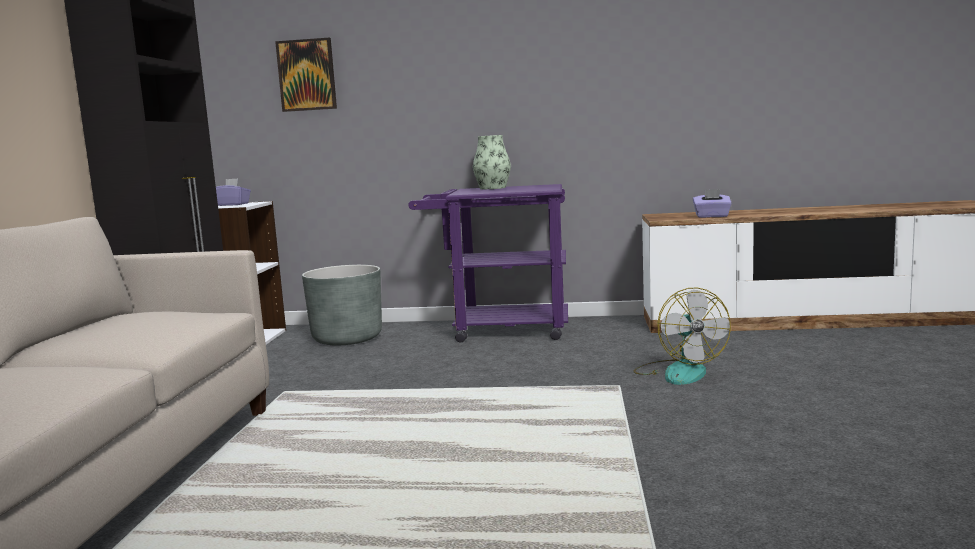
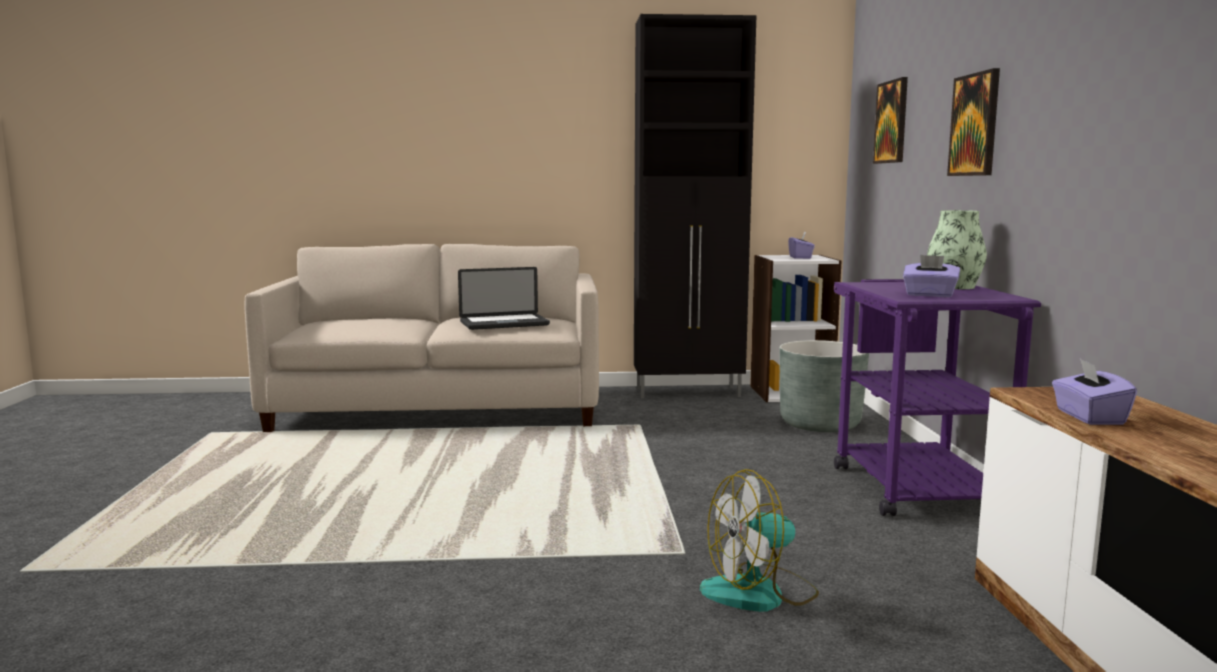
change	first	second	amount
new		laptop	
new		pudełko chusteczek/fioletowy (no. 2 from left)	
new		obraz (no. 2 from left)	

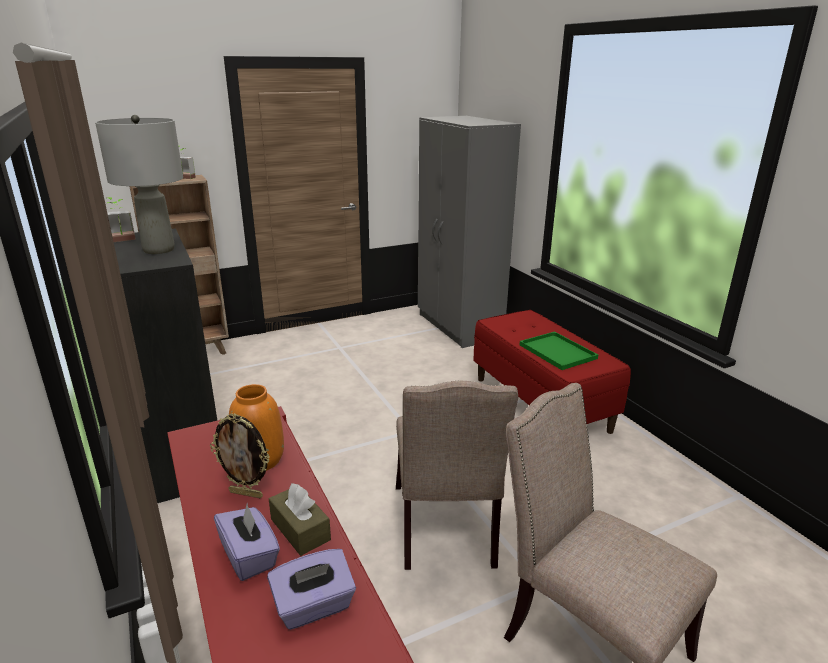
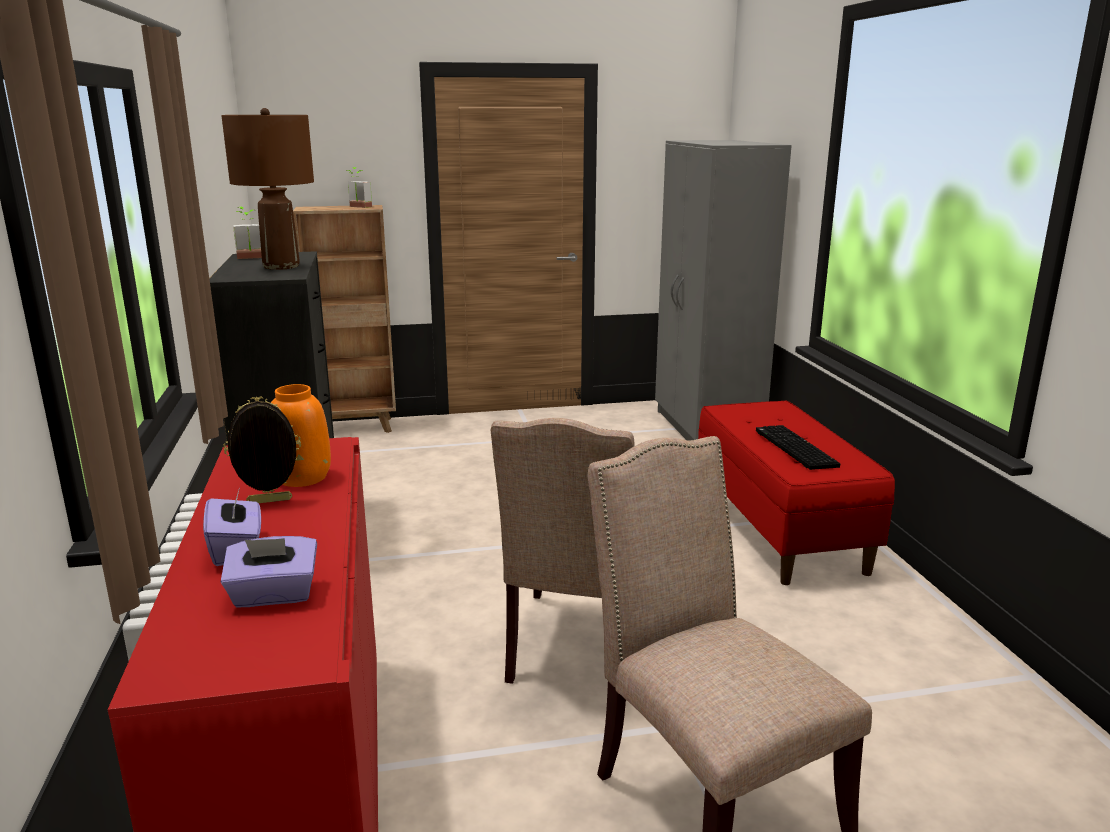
change	first	second	amount
repainted	lampa stołowa/szary	lampa stołowa/brązowy	
rotated	ramka na zdjęcie		135 degrees clockwise
swapped	taca/zielony	klawiatura	
gone	pudełko chusteczek/brązowy		

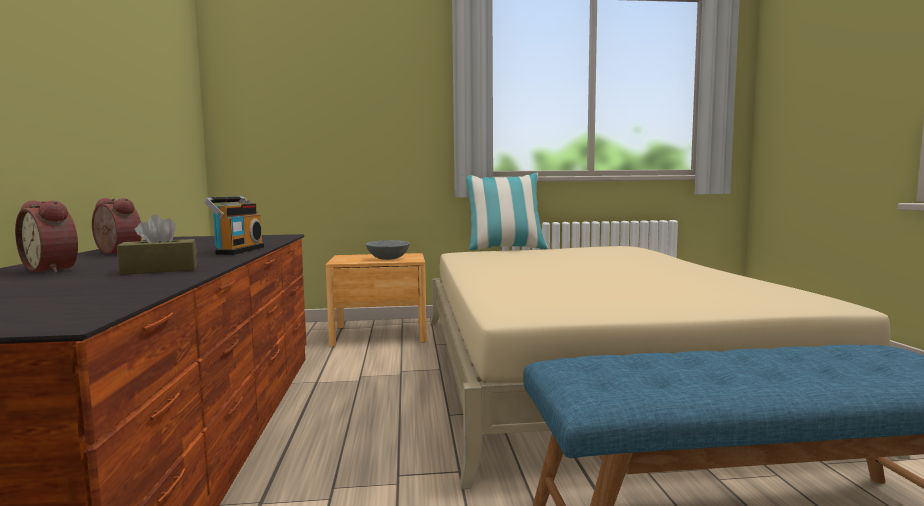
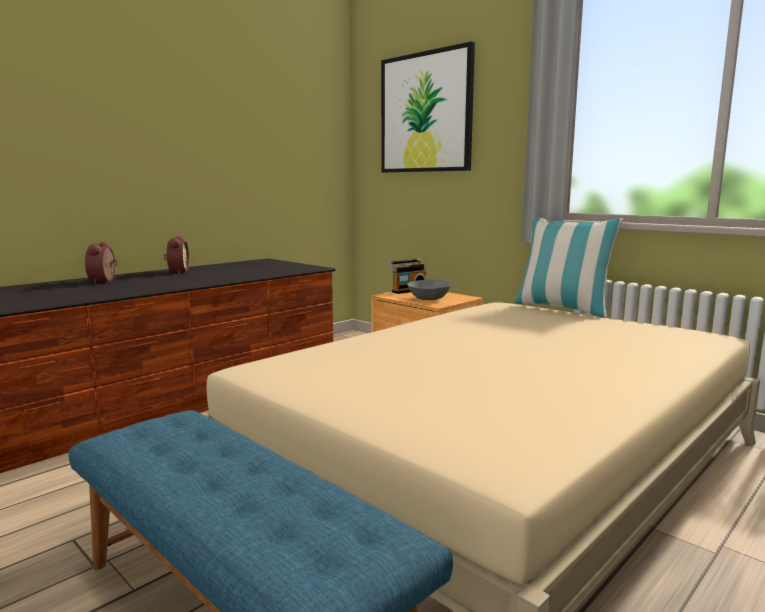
change	first	second	amount
new		obraz	
shifted	radio		
gone	pudełko chusteczek/brązowy		

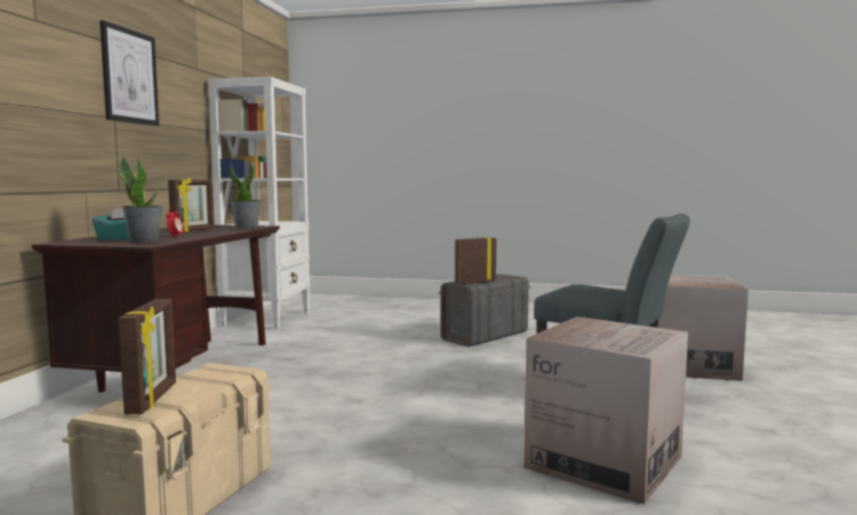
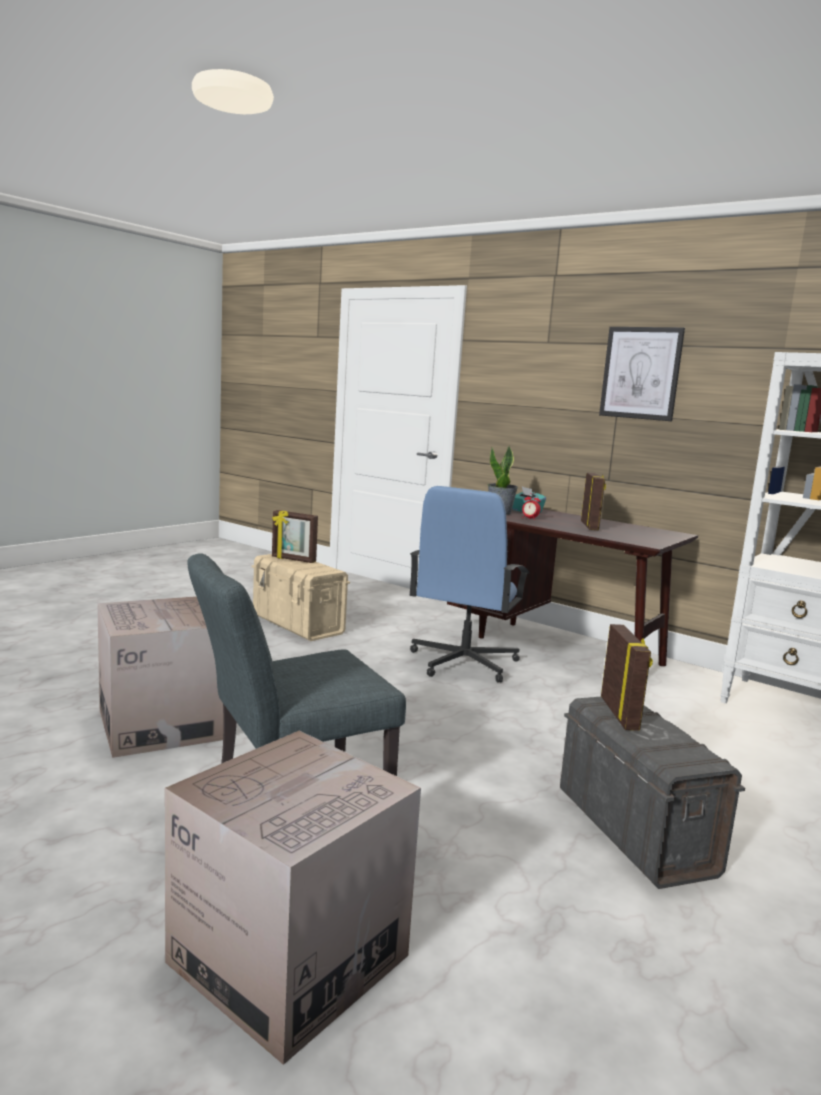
change	first	second	amount
new		krzesło biurowe/niebieski	
rotated	ramka na zdjęcie (no. 2 from left)		135 degrees counterclockwise
gone	roślina doniczkowa (no. 2 from left)		

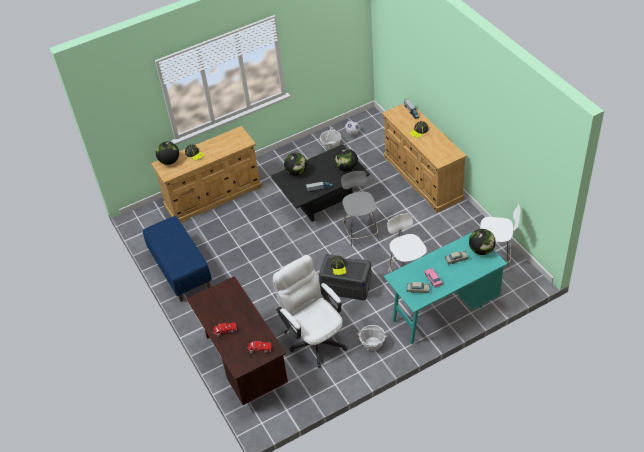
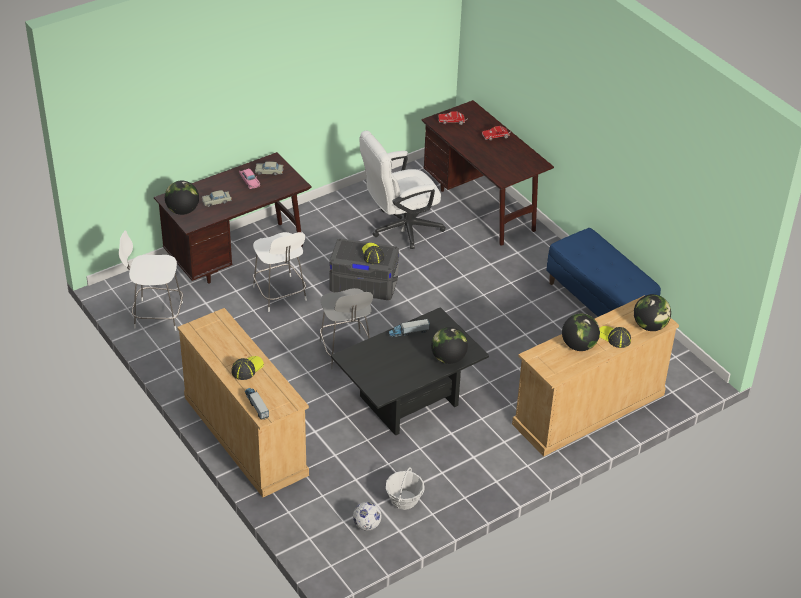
change	first	second	amount
repainted	biurko/turkusowy	biurko/brązowy (no. 1 from left)	
rotated	krzesło biurowe/biały		105 degrees clockwise
shifted	globus (no. 3 from left)		
gone	koszyk (no. 2 from left)		

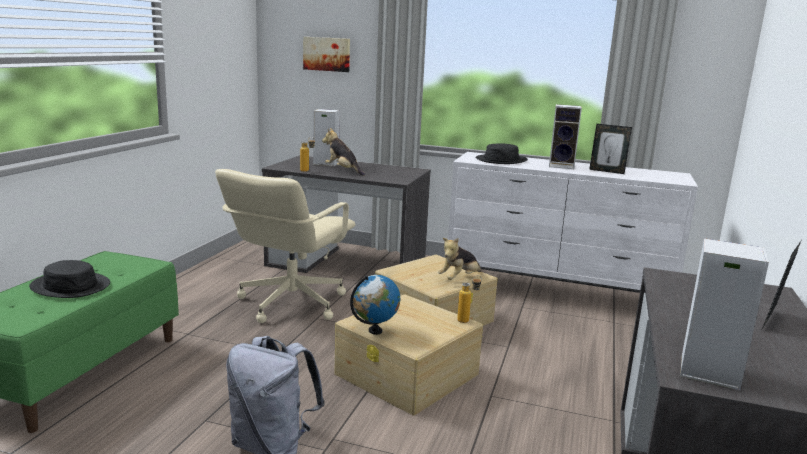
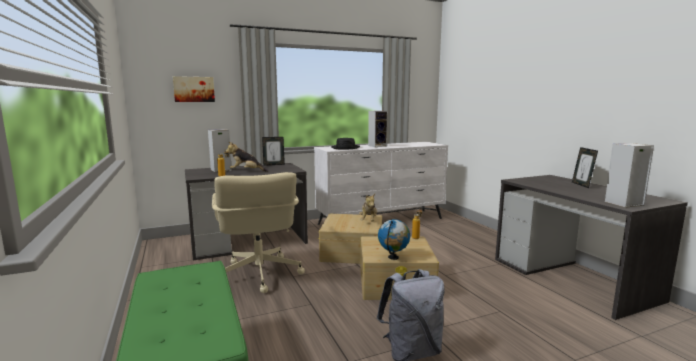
change	first	second	amount
shifted	ramka na zdjęcie (no. 1 from left)		
gone	kapelusz/czarny (no. 1 from left)		

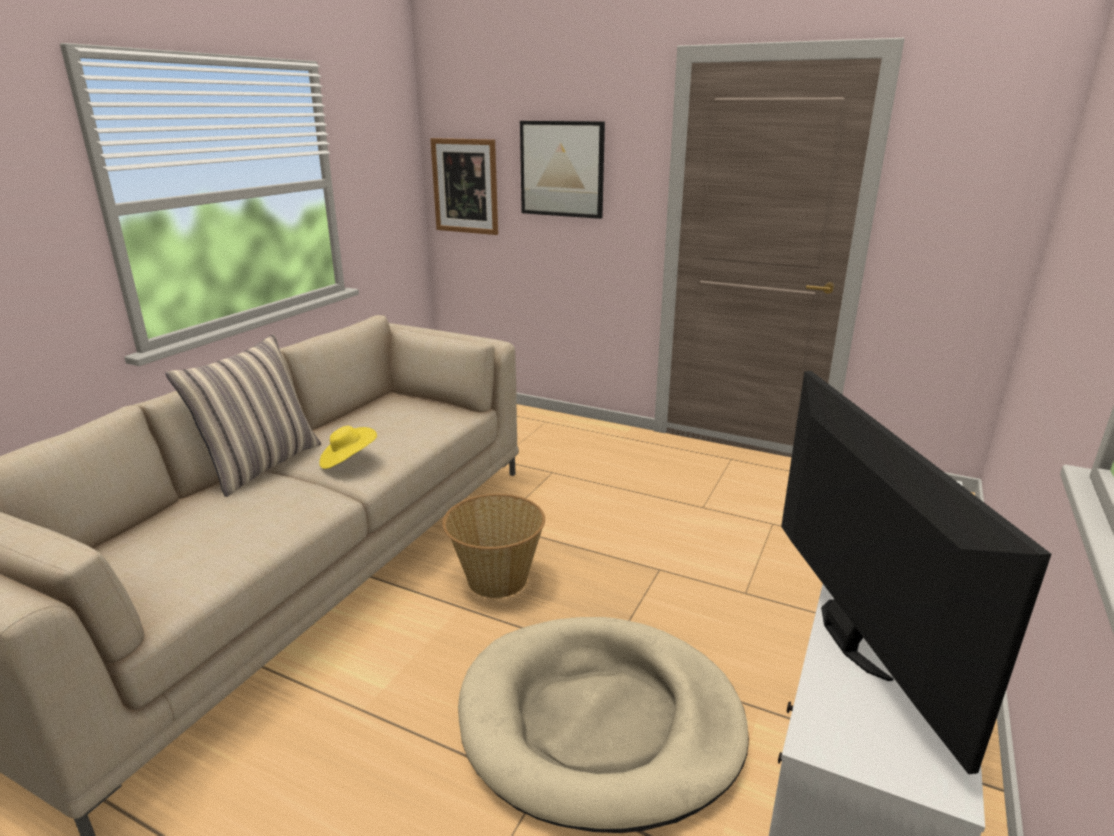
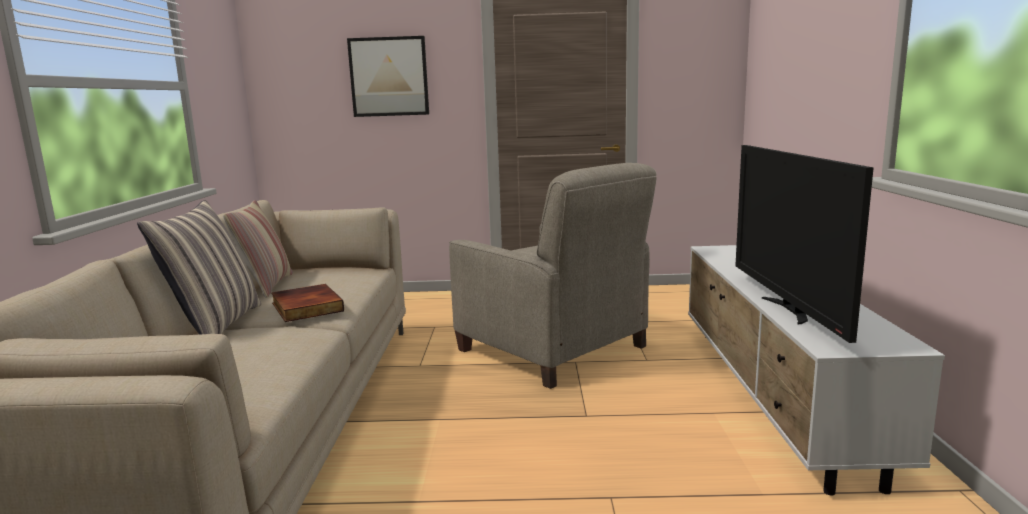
change	first	second	amount
new		poduszka (no. 2 from left)	
swapped	kapelusz/żółty	książka	
new		fotel/beżowy	
rotated	telewizor		150 degrees counterclockwise
gone	obraz (no. 1 from left)		
gone	koszyk		
gone	legowisko/beżowy		

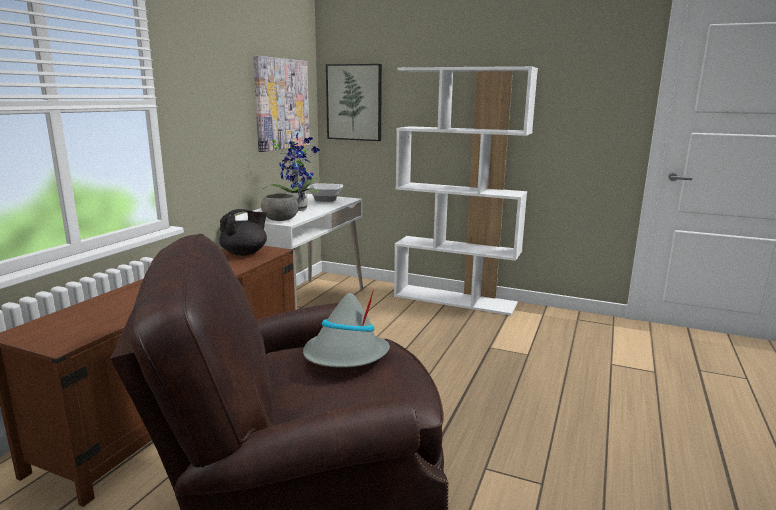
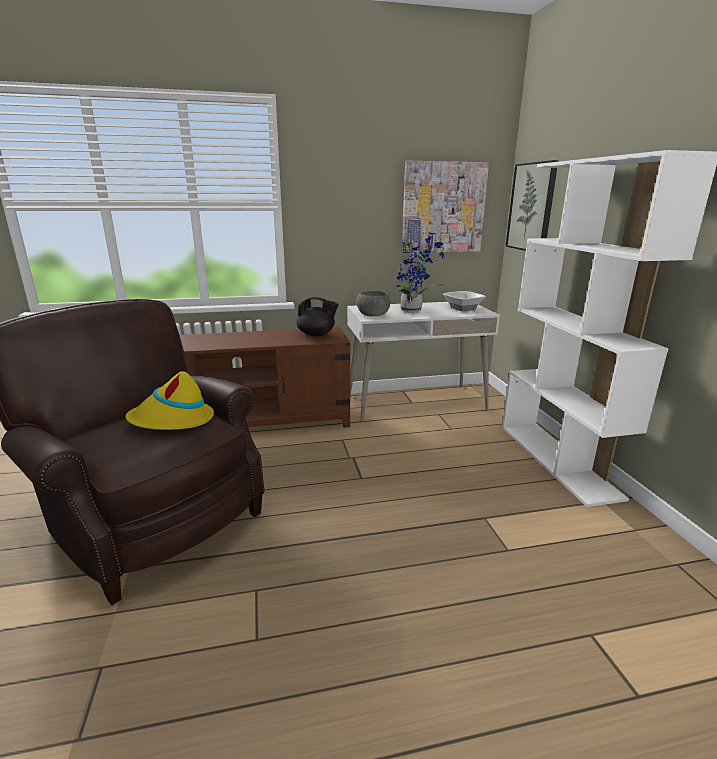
change	first	second	amount
repainted	kapelusz/szary	kapelusz/żółty	

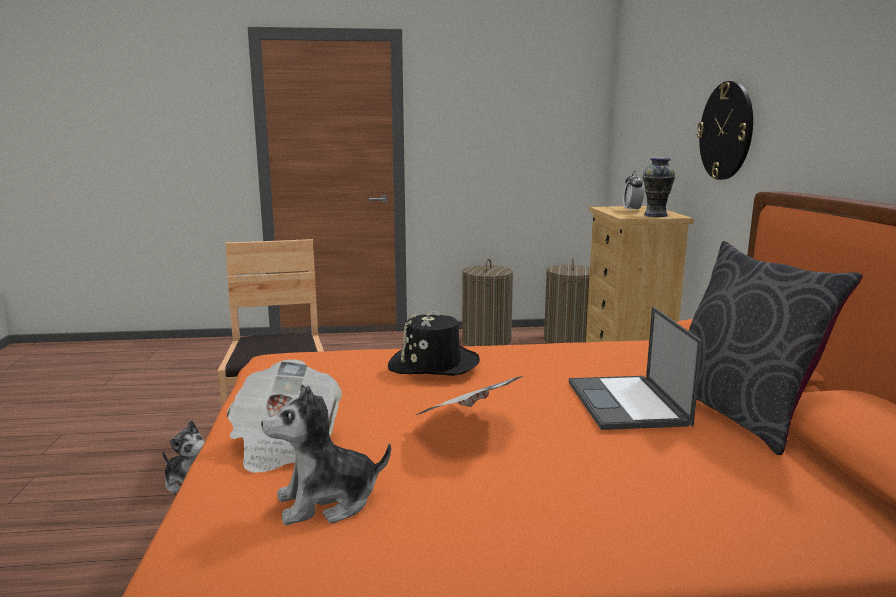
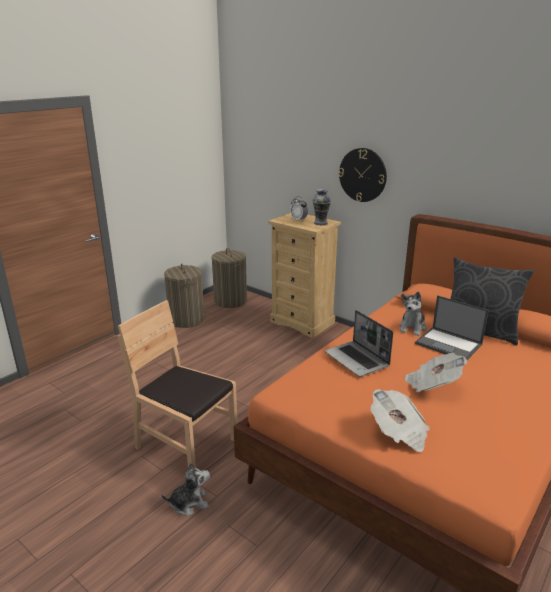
change	first	second	amount
swapped	kapelusz/czarny	laptop (no. 1 from left)	
shifted	pluszak (no. 2 from left)		

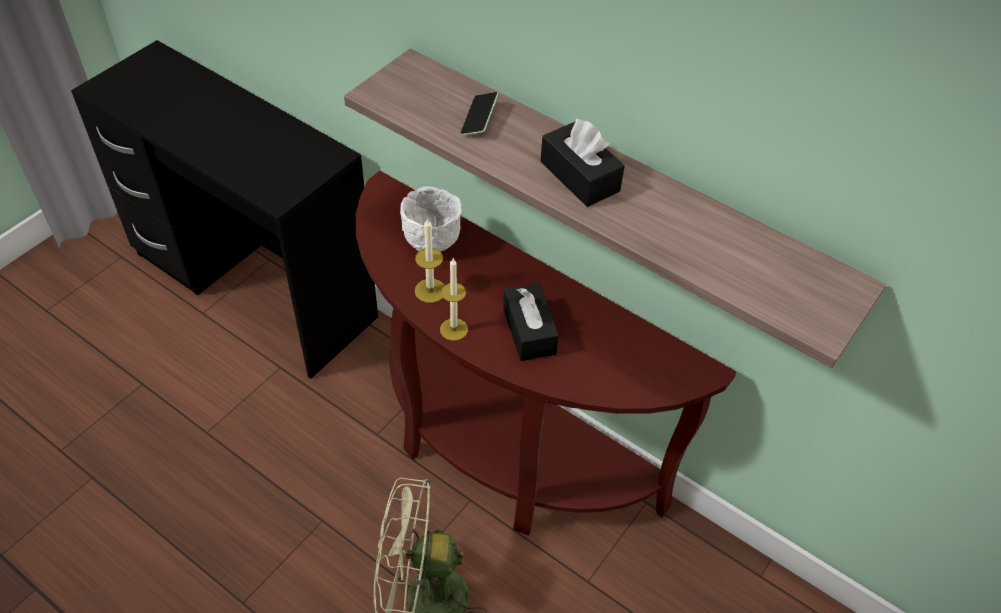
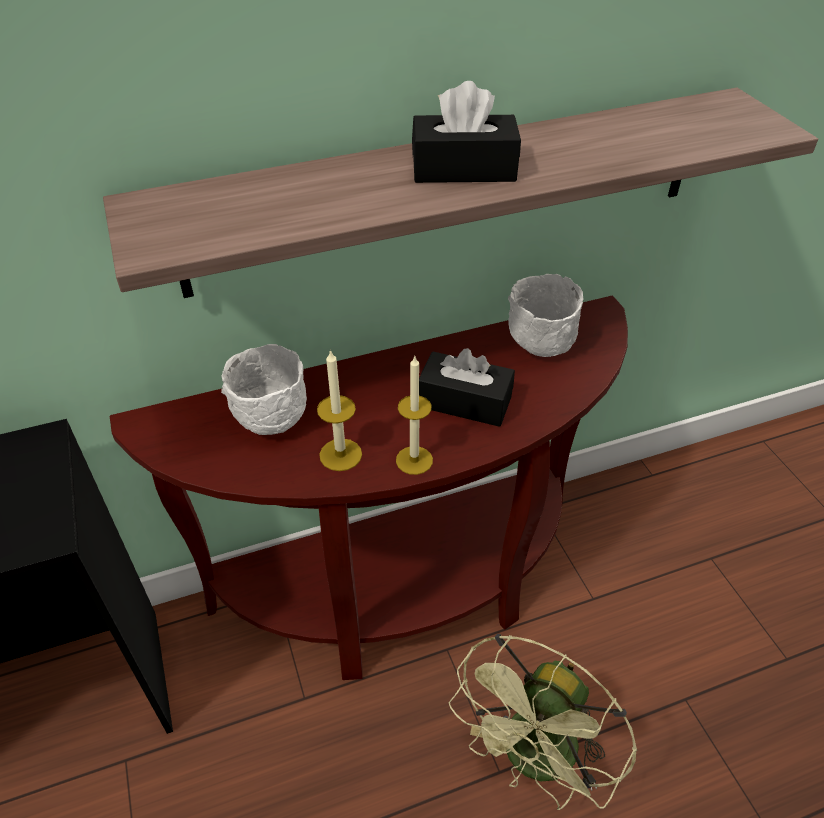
change	first	second	amount
new		miska/biały (no. 2 from left)	
gone	telefon		

